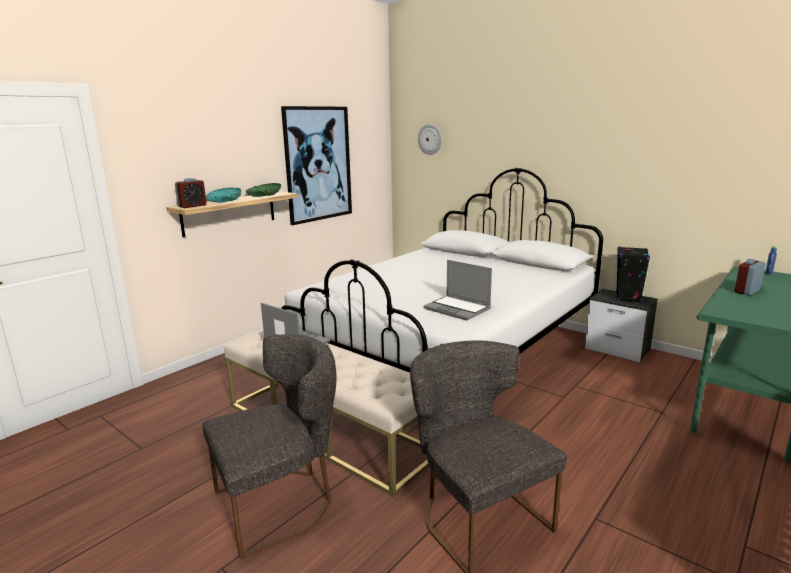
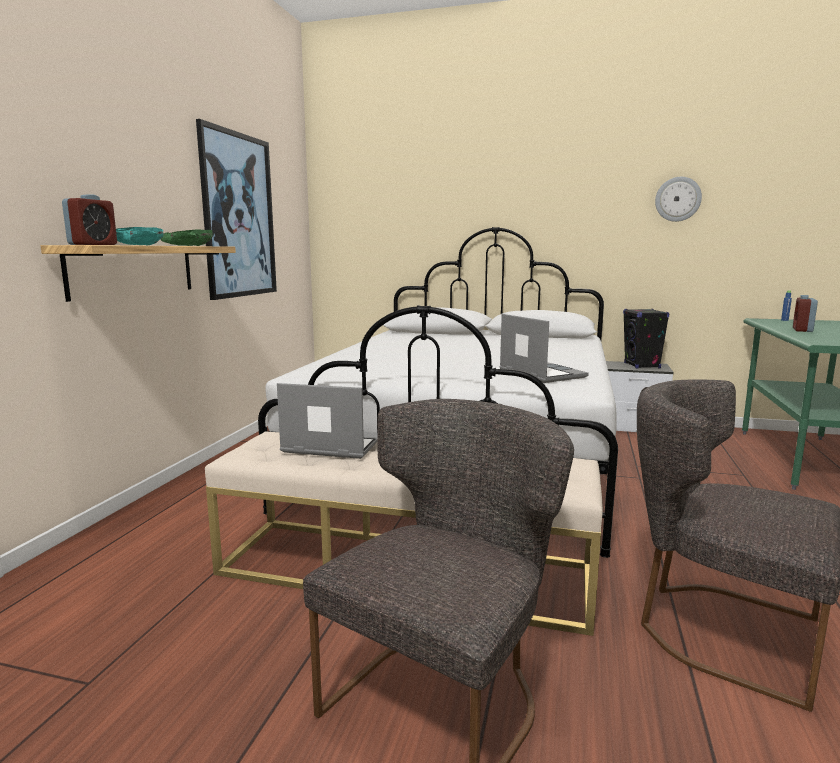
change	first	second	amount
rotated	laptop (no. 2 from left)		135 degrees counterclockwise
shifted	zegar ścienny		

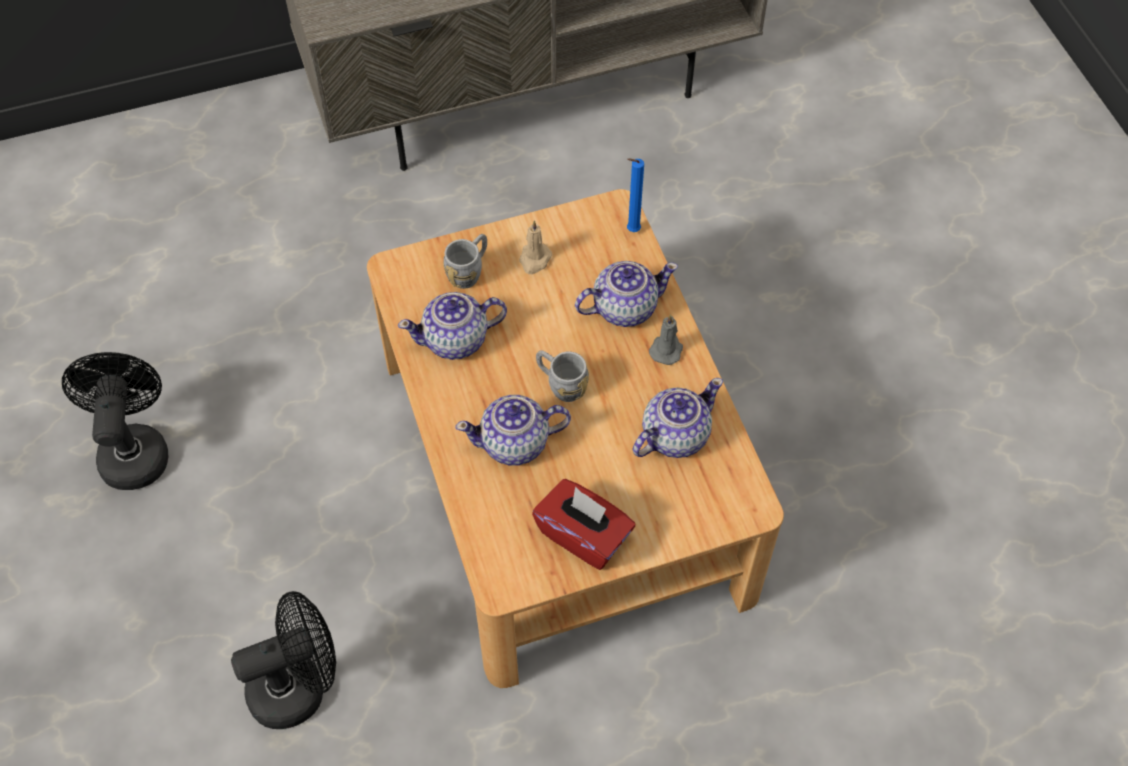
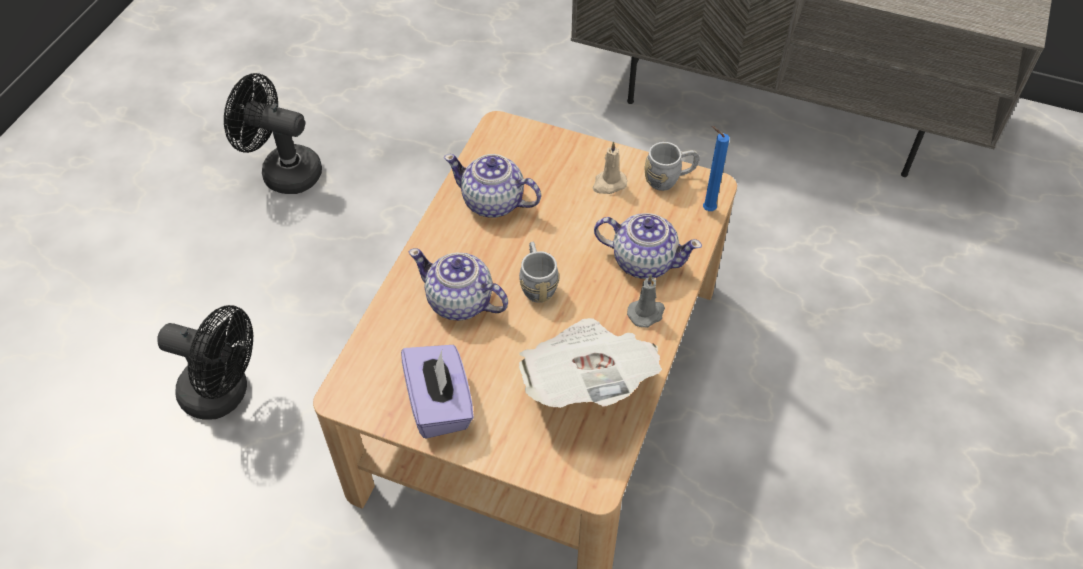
change	first	second	amount
rotated	wentylator/czarny (no. 1 from left in the first image)	wentylator/czarny (no. 2 from left)	105 degrees counterclockwise
repainted	pudełko chusteczek/czerwony	pudełko chusteczek/fioletowy	
swapped	imbryk (no. 4 from left)	gazeta	
shifted	kubek/szary (no. 1 from left in the first image)	kubek/szary (no. 2 from left)	

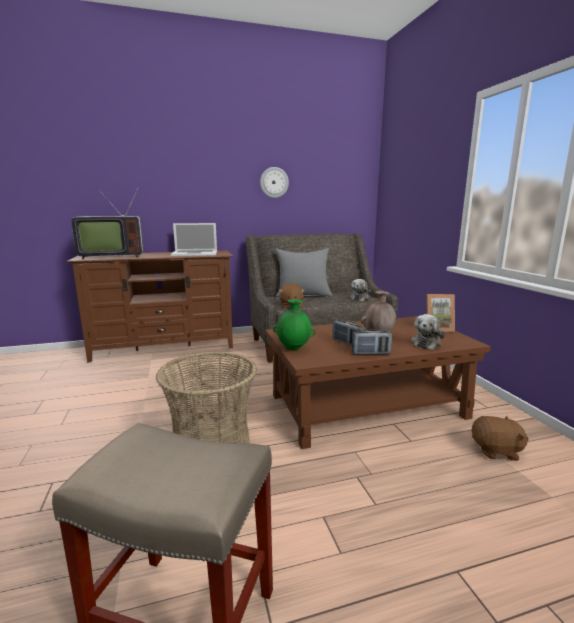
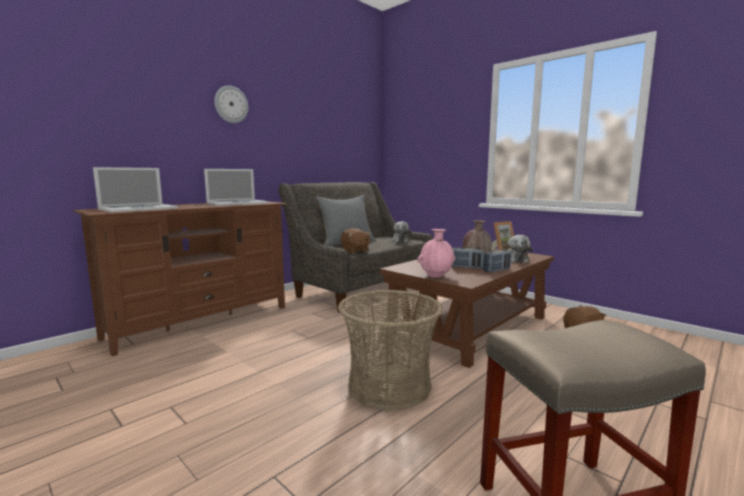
change	first	second	amount
swapped	telewizor	laptop (no. 1 from left)	
shifted	zegar ścienny		
repainted	wazon/zielony	wazon/różowy	

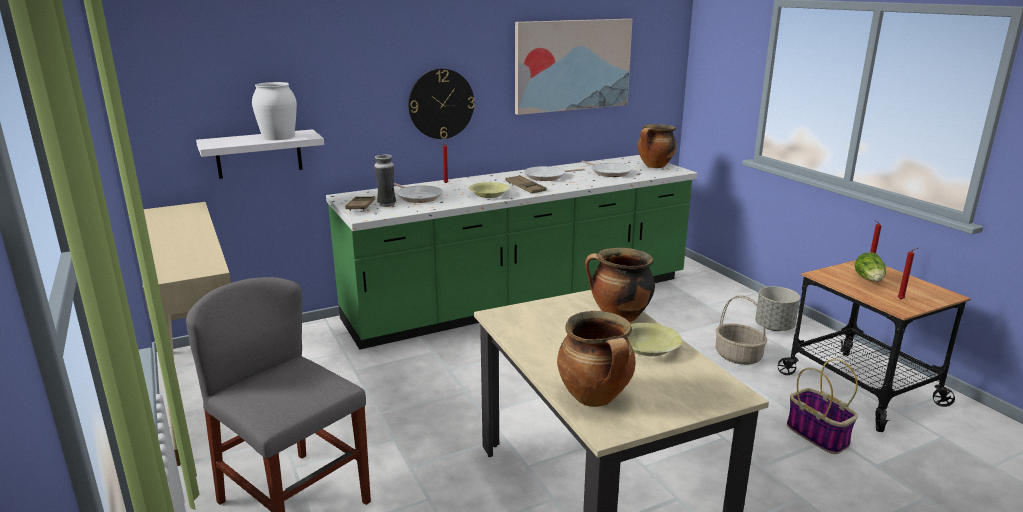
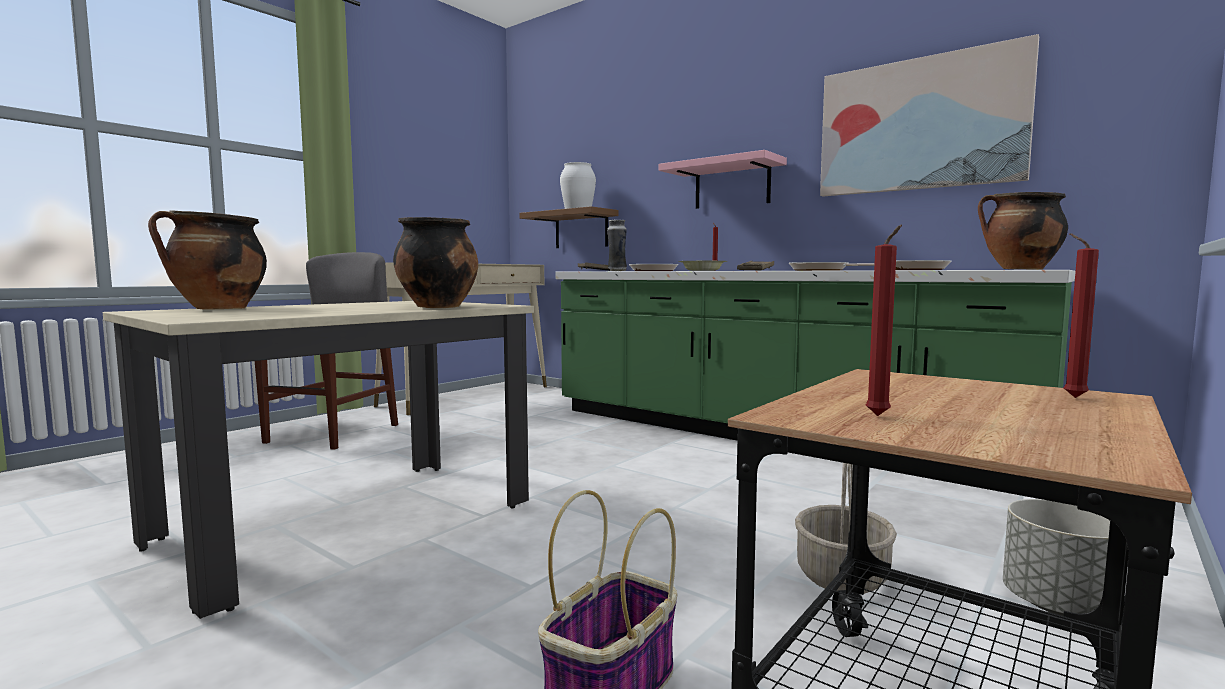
change	first	second	amount
repainted	półka/biały	półka/brązowy	
swapped	zegar ścienny	półka/różowy	
gone	miska/żółty (no. 2 from left)		
gone	sałata		

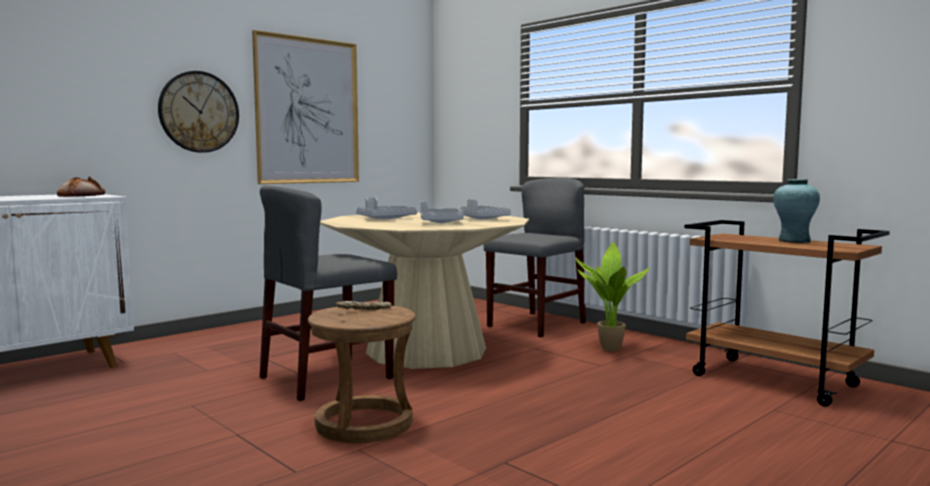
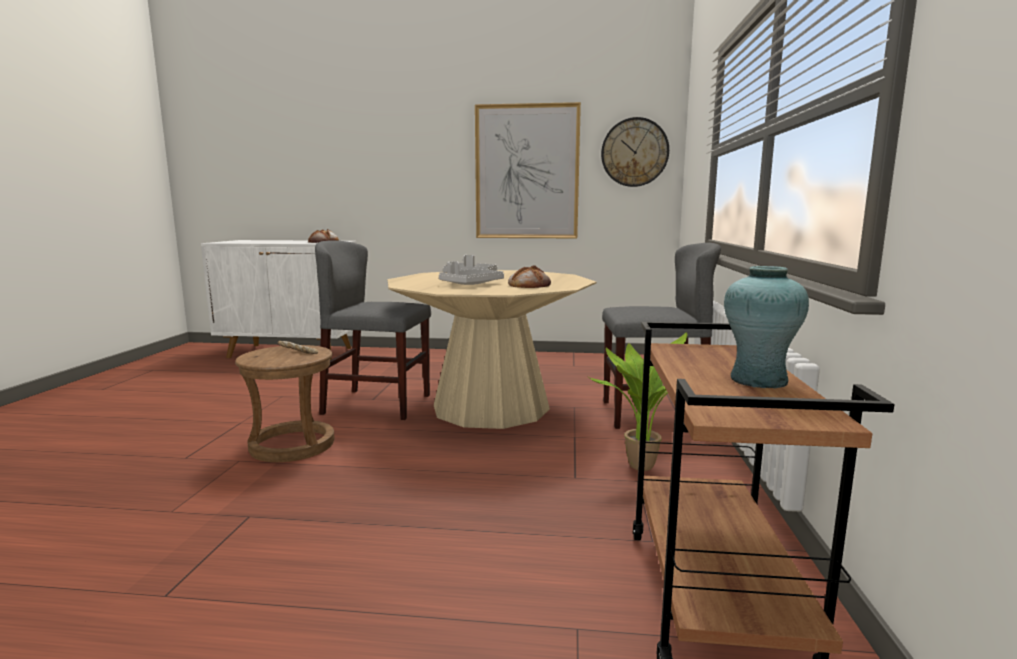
change	first	second	amount
swapped	taca/szary (no. 3 from left)	chleb (no. 3 from left)	
shifted	zegar ścienny		

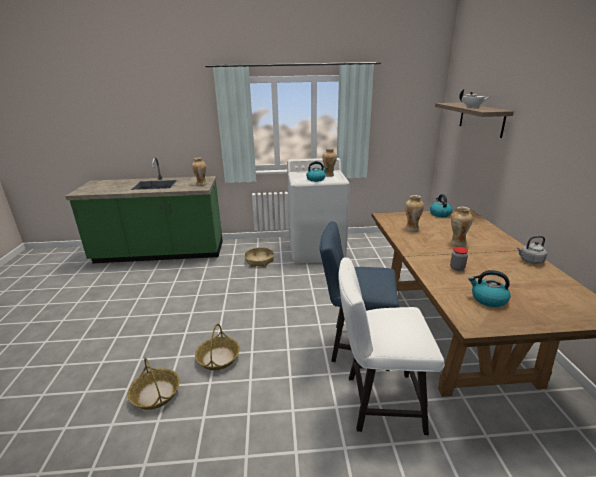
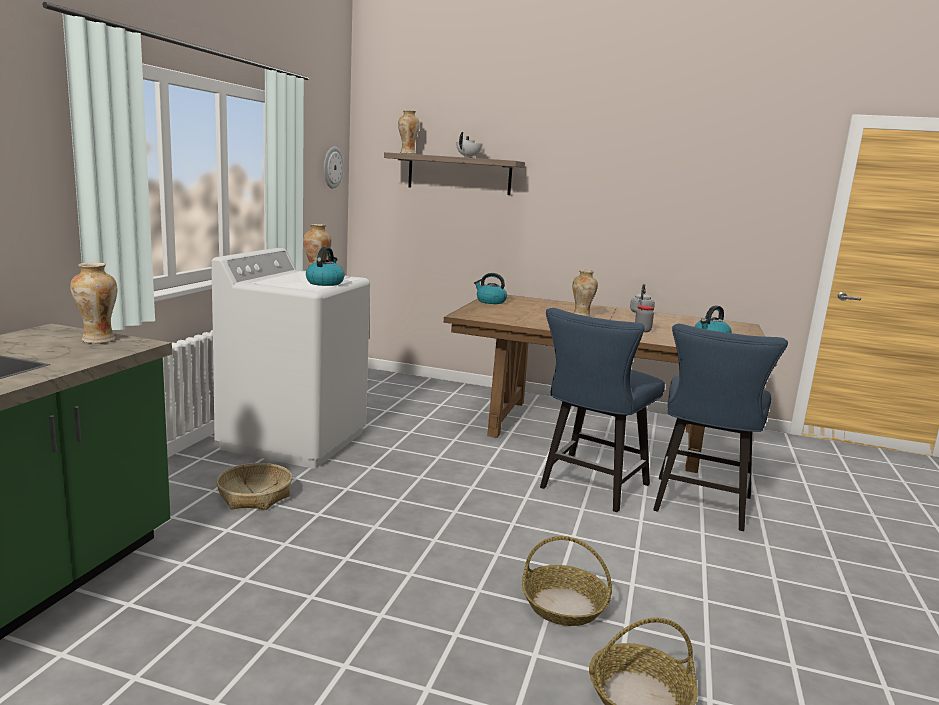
change	first	second	amount
new		zegar ścienny	
shifted	wazon (no. 3 from left)		
repainted	krzesło/biały	krzesło/niebieski (no. 2 from left)	

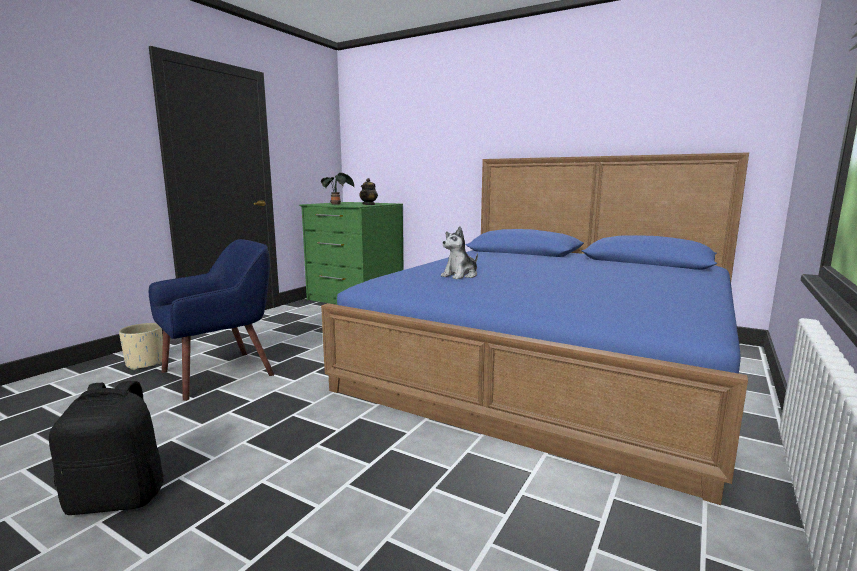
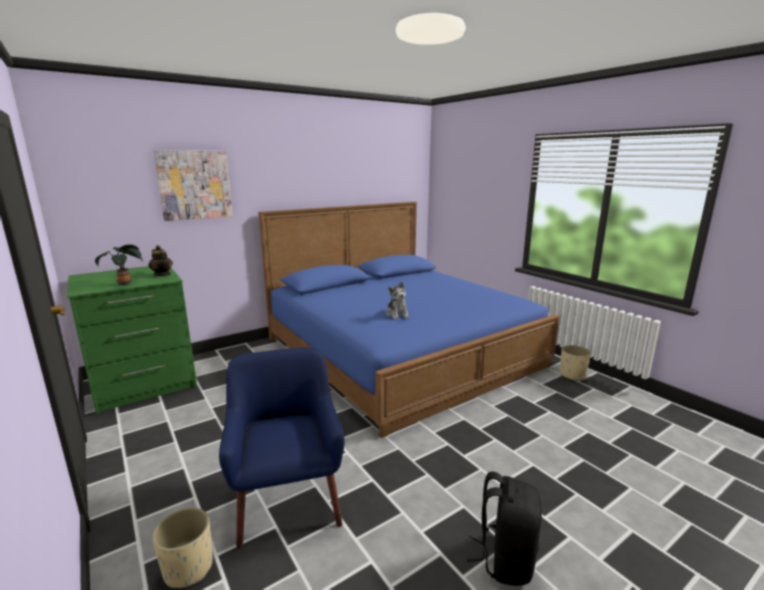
change	first	second	amount
new		obraz	
new		donica/beżowy (no. 2 from left)	

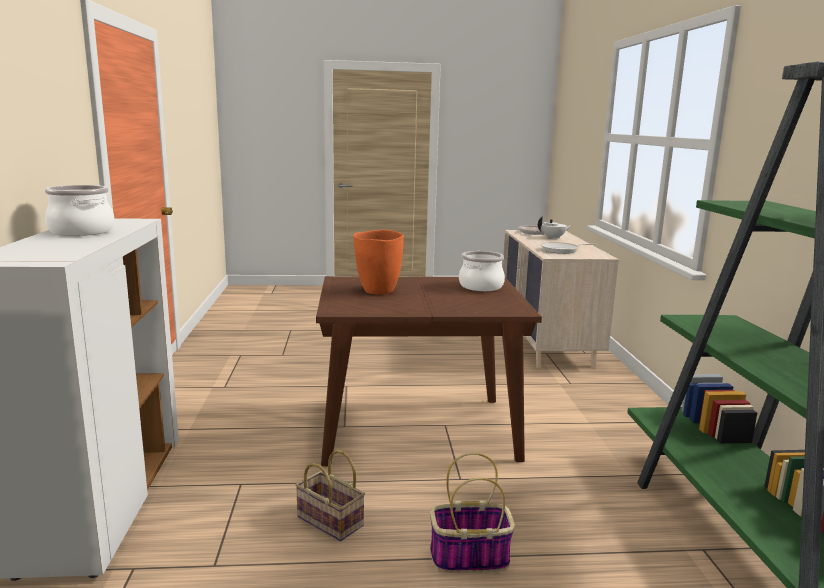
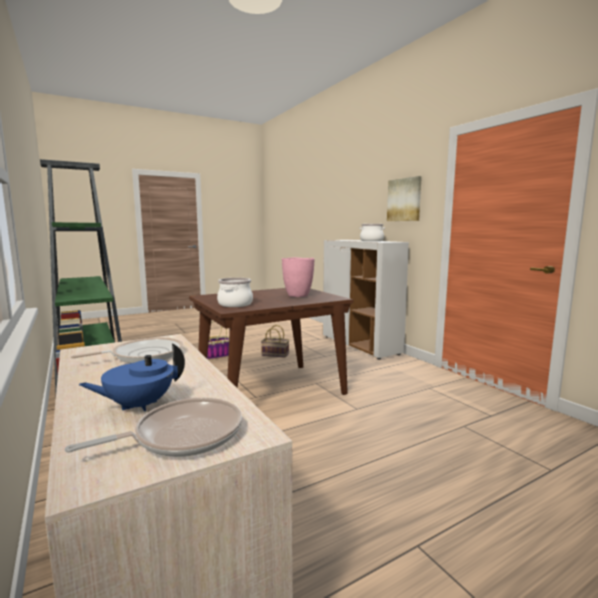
change	first	second	amount
repainted	imbryk/biały	imbryk/niebieski	
repainted	wazon/pomarańczowy	wazon/różowy	
new		obraz	

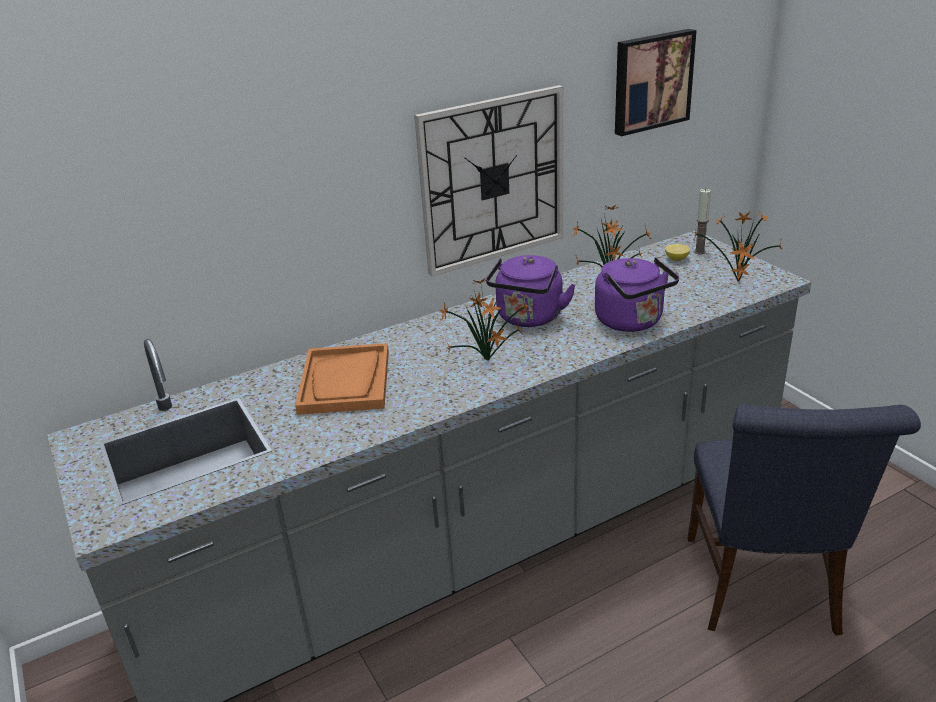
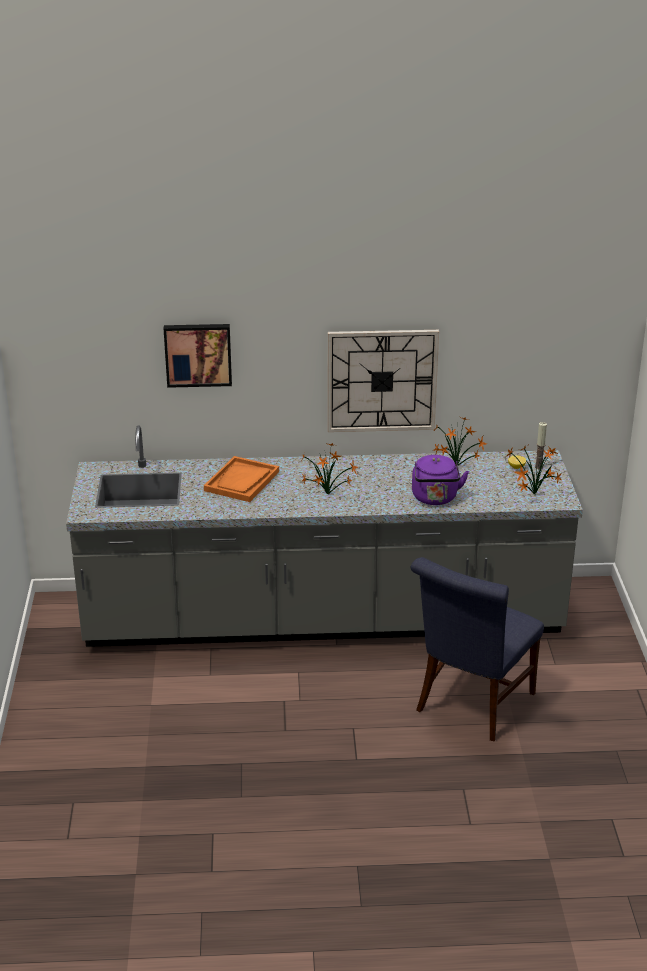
change	first	second	amount
shifted	obraz		
gone	czajnik/fioletowy (no. 1 from left)		

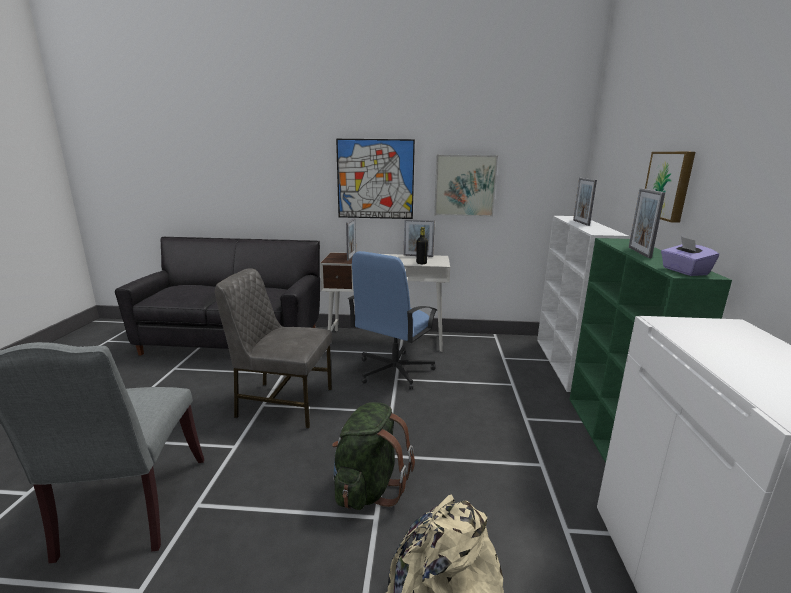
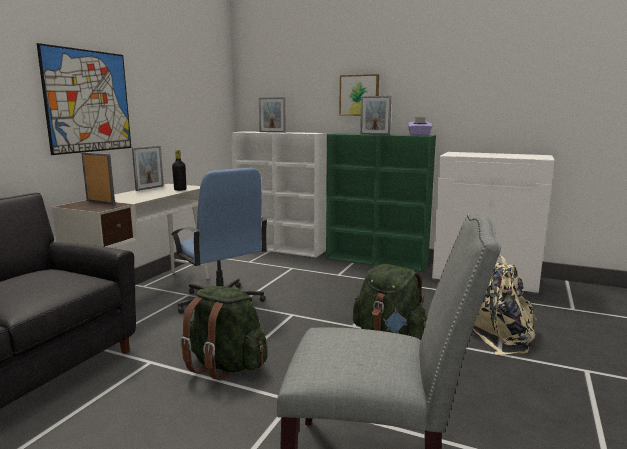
change	first	second	amount
swapped	krzesło/szary (no. 2 from left)	plecak/zielony (no. 1 from left)	
gone	obraz (no. 2 from left)		

